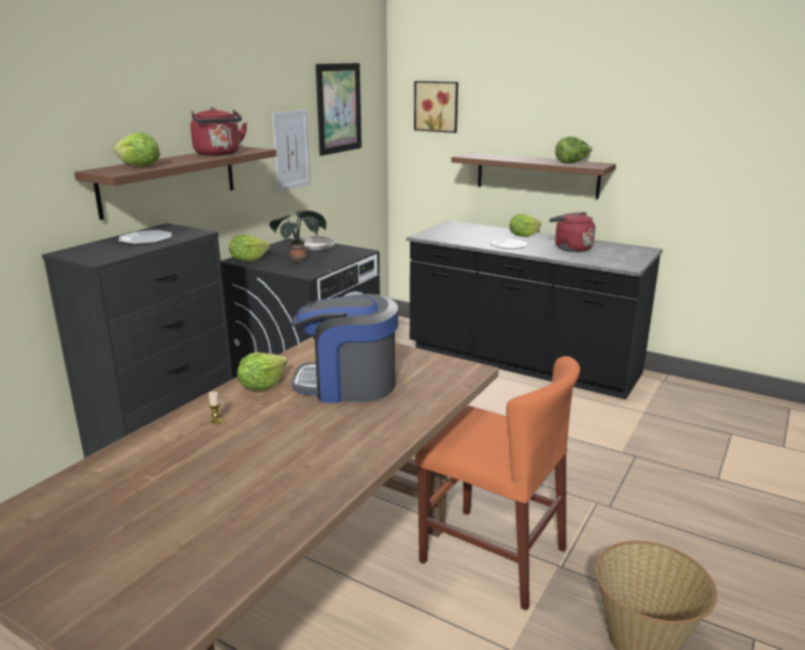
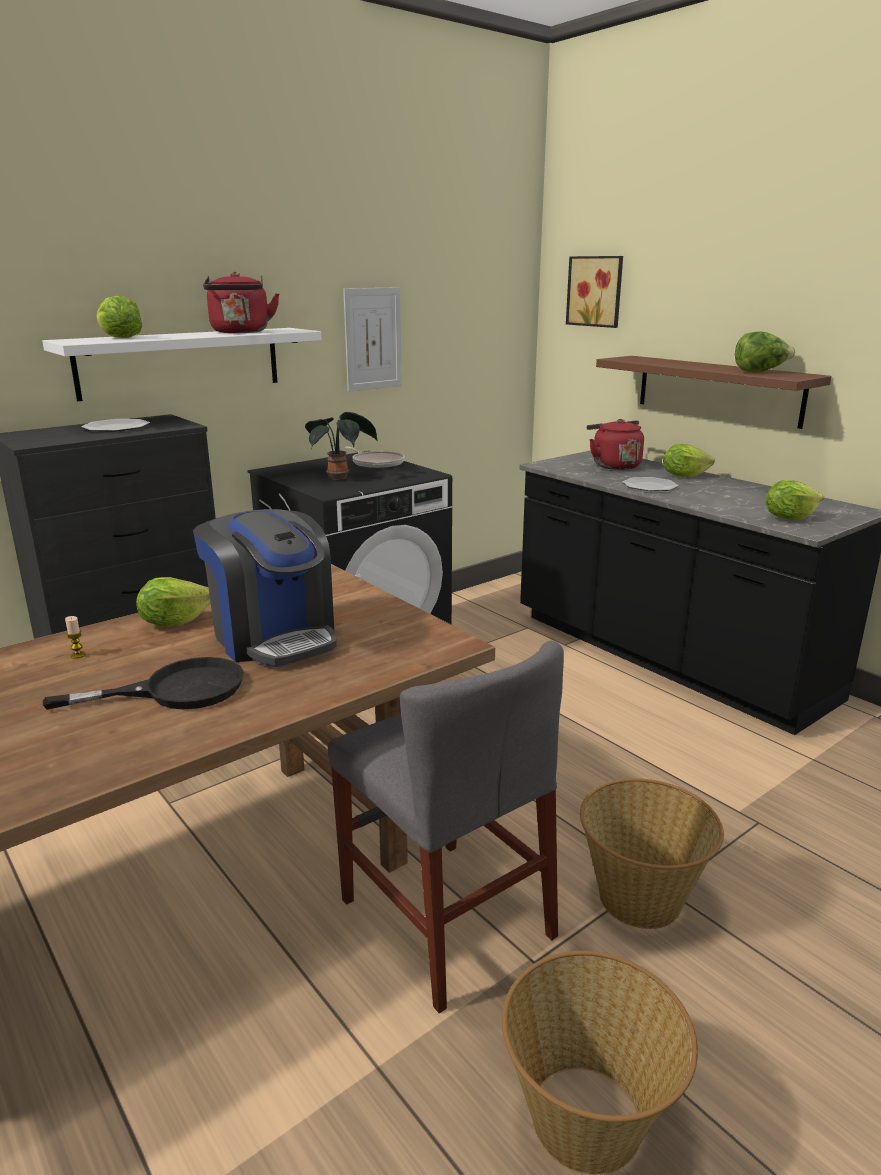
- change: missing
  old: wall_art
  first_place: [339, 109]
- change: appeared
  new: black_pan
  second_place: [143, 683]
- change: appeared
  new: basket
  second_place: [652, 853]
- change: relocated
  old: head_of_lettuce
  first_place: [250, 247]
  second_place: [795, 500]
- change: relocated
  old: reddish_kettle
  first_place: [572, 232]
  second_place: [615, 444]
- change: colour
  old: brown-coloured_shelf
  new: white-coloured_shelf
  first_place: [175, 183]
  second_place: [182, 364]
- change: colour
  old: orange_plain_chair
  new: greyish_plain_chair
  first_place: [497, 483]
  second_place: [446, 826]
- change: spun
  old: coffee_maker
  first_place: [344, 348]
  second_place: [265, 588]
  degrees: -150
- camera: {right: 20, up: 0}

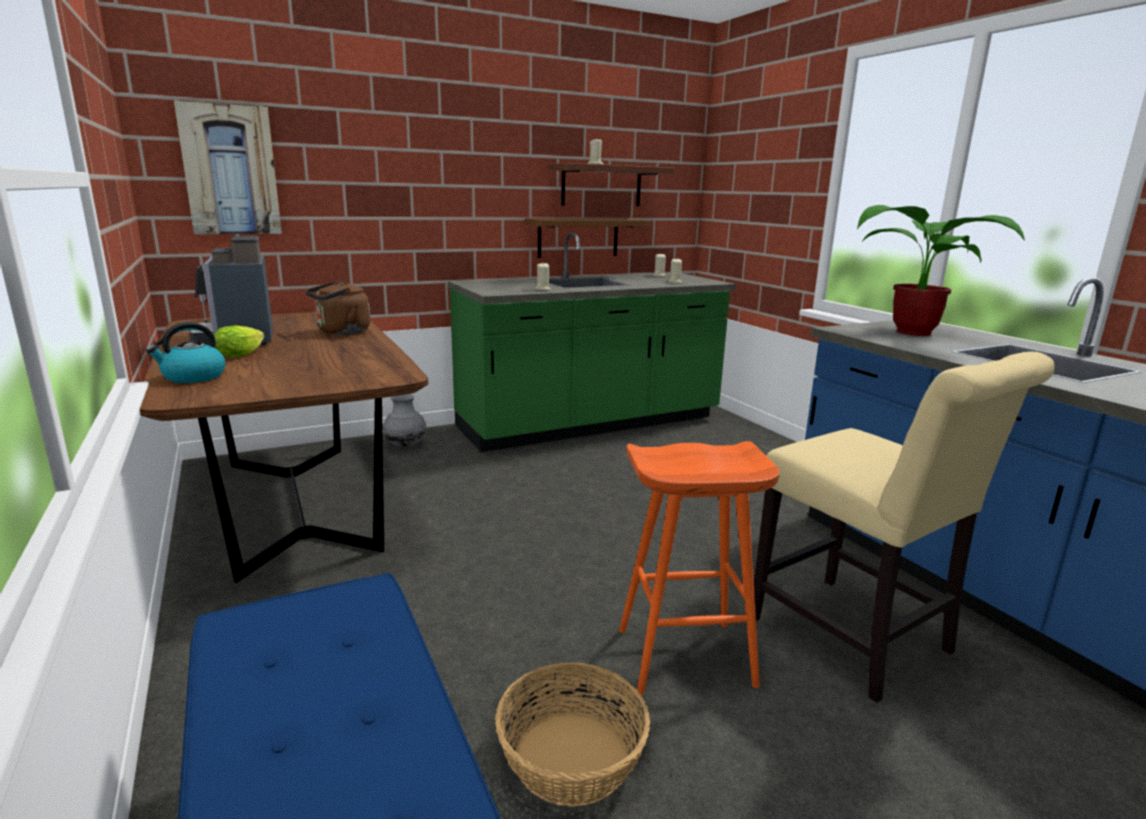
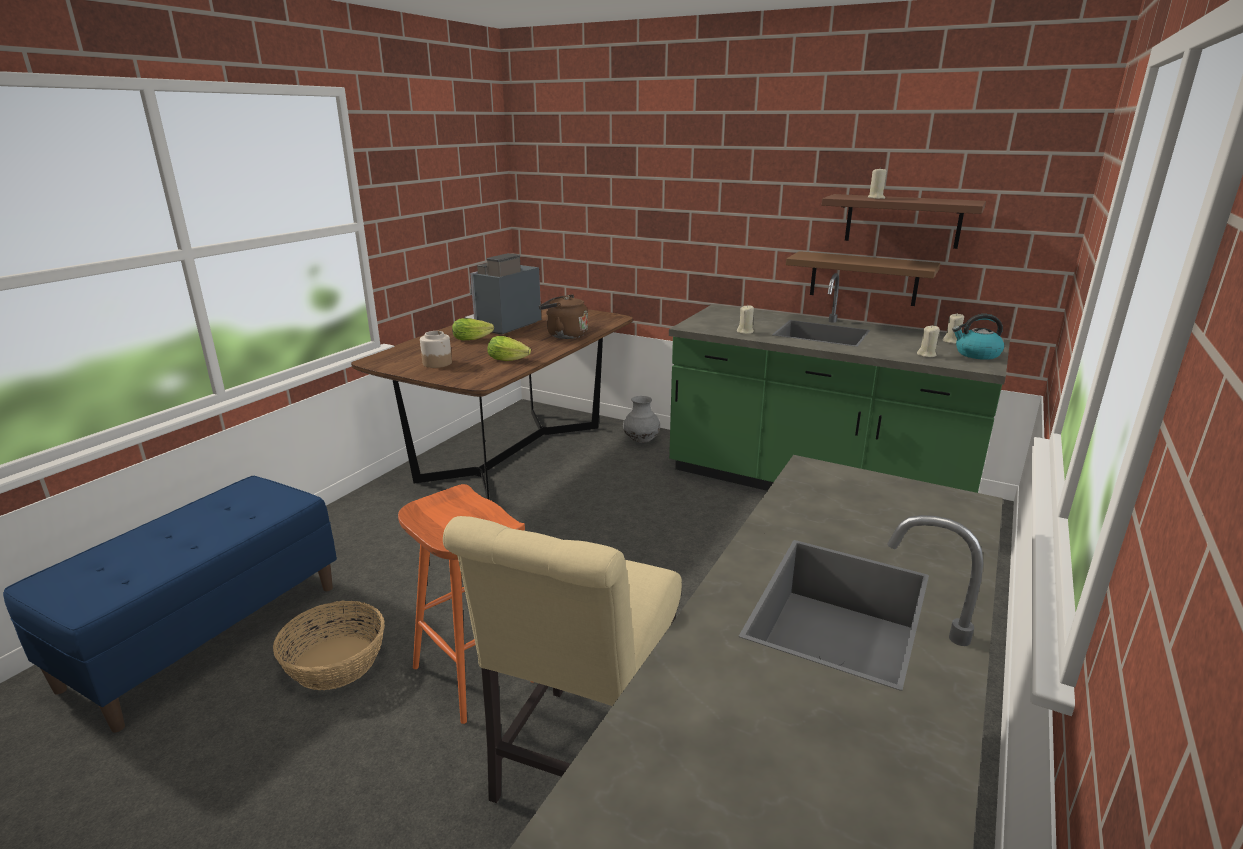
- change: missing
  old: wall_art
  first_place: [228, 167]
- change: missing
  old: plant_in_a_pot
  first_place: [941, 270]
- change: appeared
  new: storage_jar
  second_place: [436, 349]
- change: appeared
  new: head_of_lettuce
  second_place: [509, 348]
- change: relocated
  old: kettle
  first_place: [185, 352]
  second_place: [978, 337]
- camera: {right: 55, up: 5}

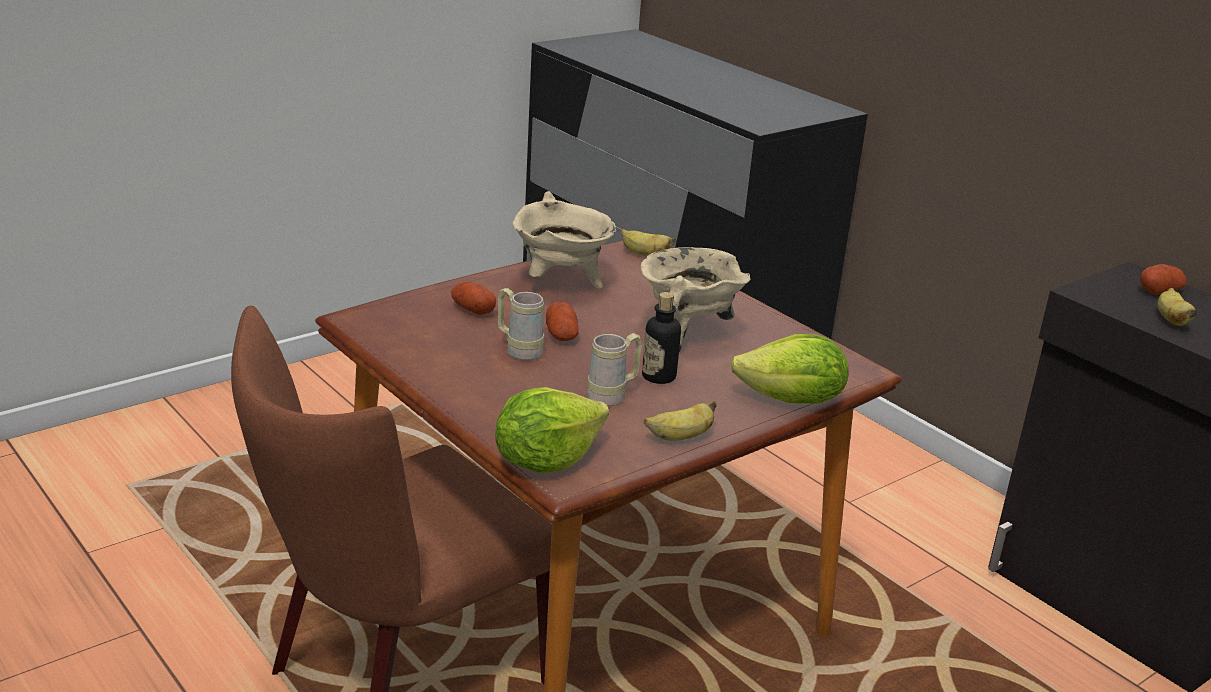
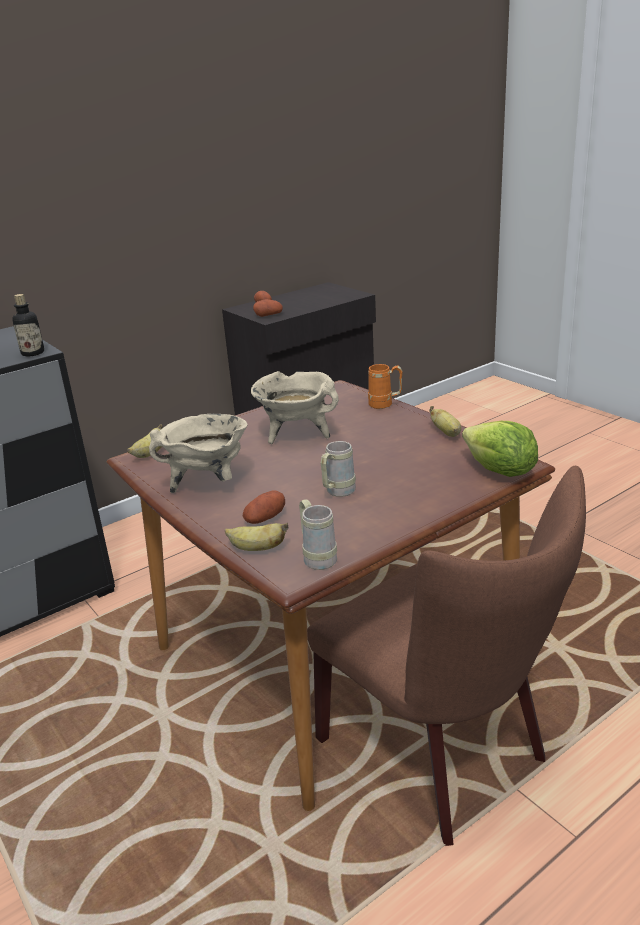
- change: relocated
  old: whole_potato
  first_place: [562, 321]
  second_place: [268, 308]
- change: relocated
  old: sand-coloured_tea_mug
  first_place: [614, 369]
  second_place: [318, 534]
- change: relocated
  old: bottle
  first_place: [661, 338]
  second_place: [28, 325]
- change: relocated
  old: whole_banana
  first_place: [1177, 307]
  second_place: [256, 537]
- change: exchanged
  old: head_of_lettuce
  new: orange_tea_mug
  first_place: [790, 369]
  second_place: [385, 386]
- camera: {right: -85, up: 0}

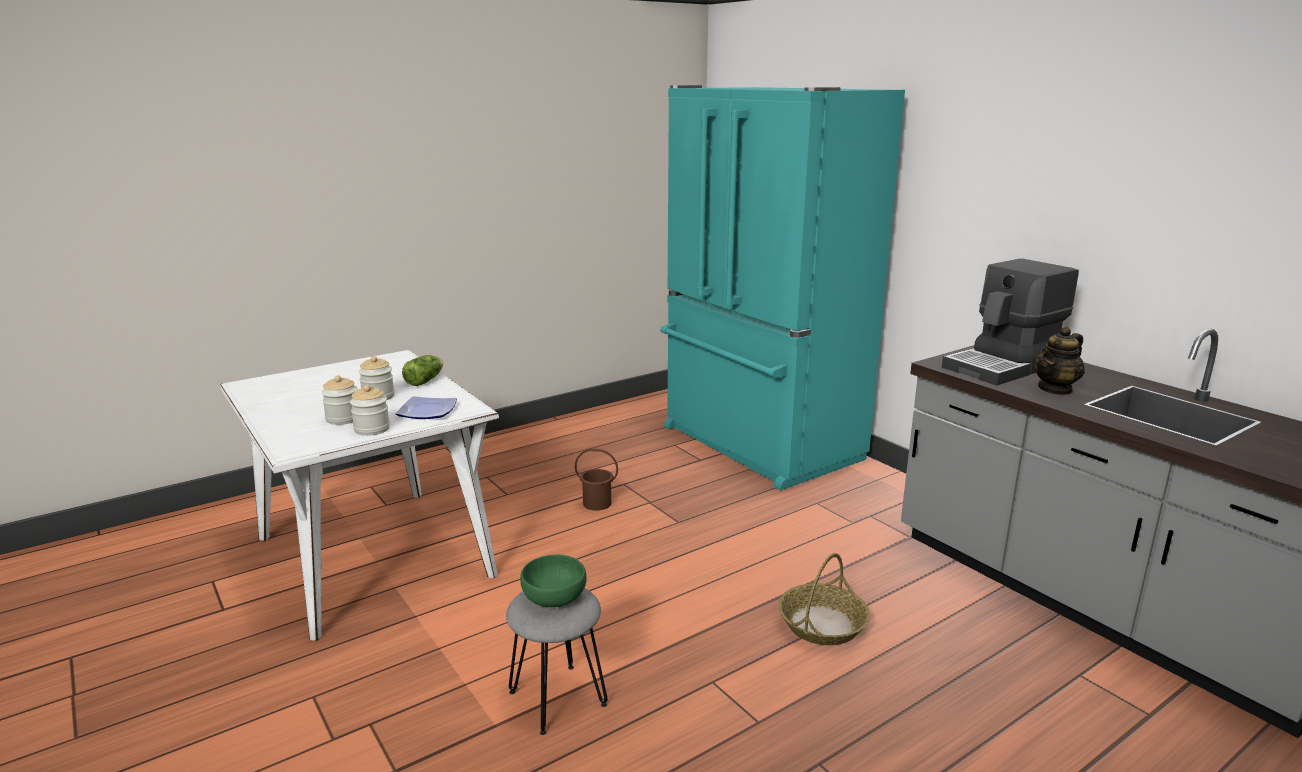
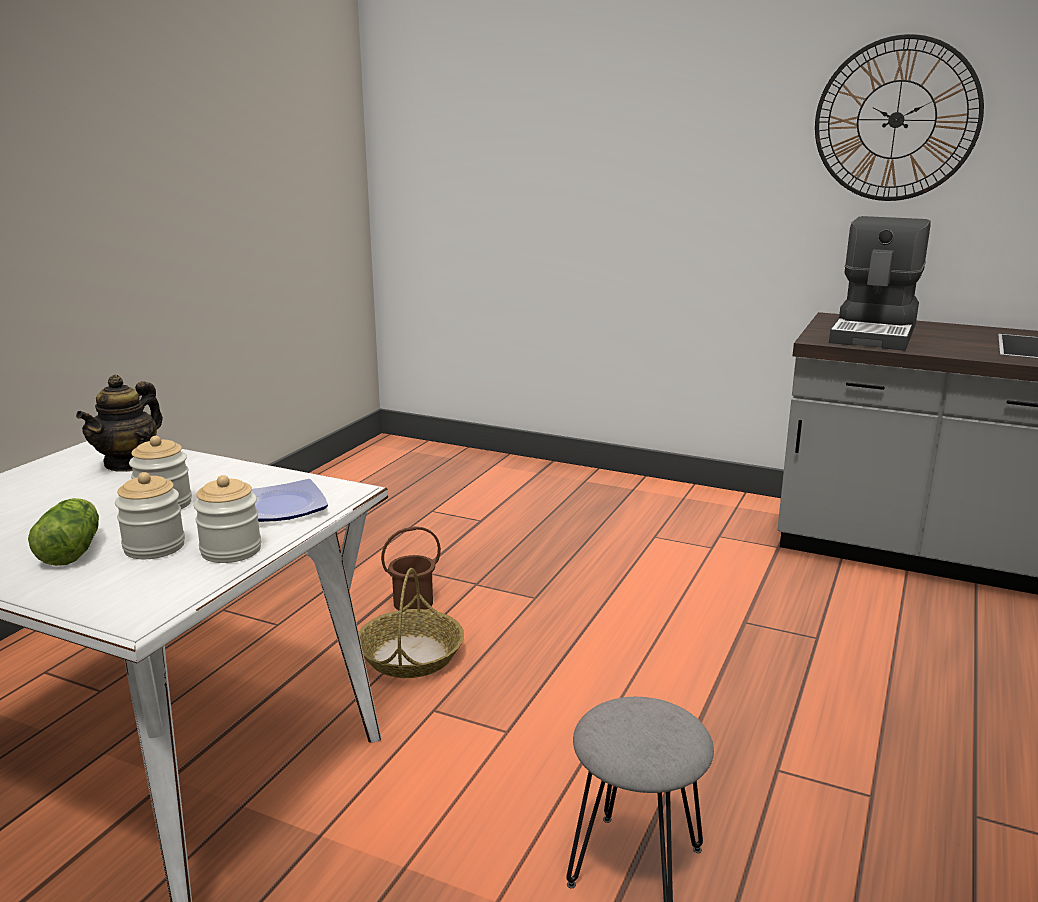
- change: missing
  old: green-coloured_deep_dish
  first_place: [553, 581]
- change: missing
  old: turquoise-coloured_refrigerator
  first_place: [782, 287]
- change: appeared
  new: wall_clock
  second_place: [899, 117]
- change: relocated
  old: head_of_lettuce
  first_place: [422, 370]
  second_place: [63, 532]
- change: relocated
  old: basket
  first_place: [824, 599]
  second_place: [411, 623]
- change: relocated
  old: tea_pot
  first_place: [1059, 360]
  second_place: [119, 423]
- camera: {right: -30, up: 0}

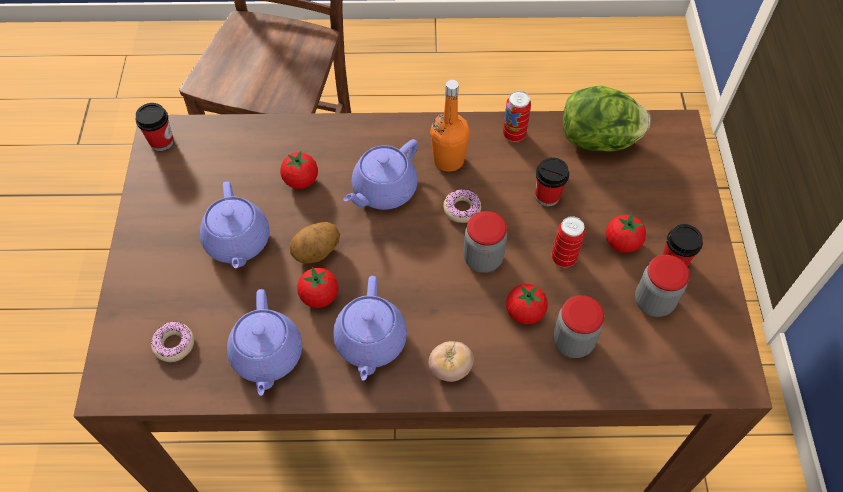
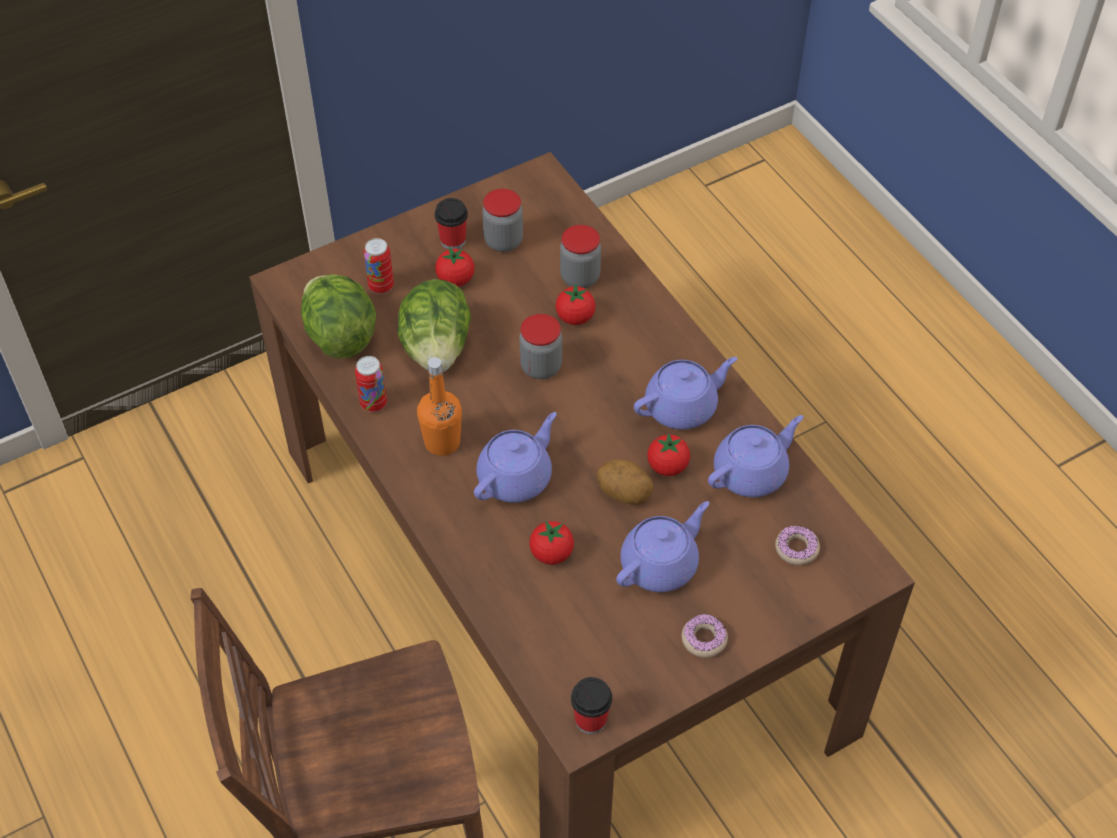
- change: missing
  old: tomato
  first_place: [451, 361]
- change: relocated
  old: doughnut
  first_place: [462, 206]
  second_place: [705, 636]
- change: relocated
  old: can
  first_place: [568, 241]
  second_place: [379, 266]
- change: exchanged
  old: drinking_cup
  new: head_of_lettuce
  first_place: [552, 181]
  second_place: [434, 325]
- change: spun
  old: purplish_tea_pot
  first_place: [380, 174]
  second_place: [515, 457]
  degrees: -60
- camera: {right: -120, up: -5}

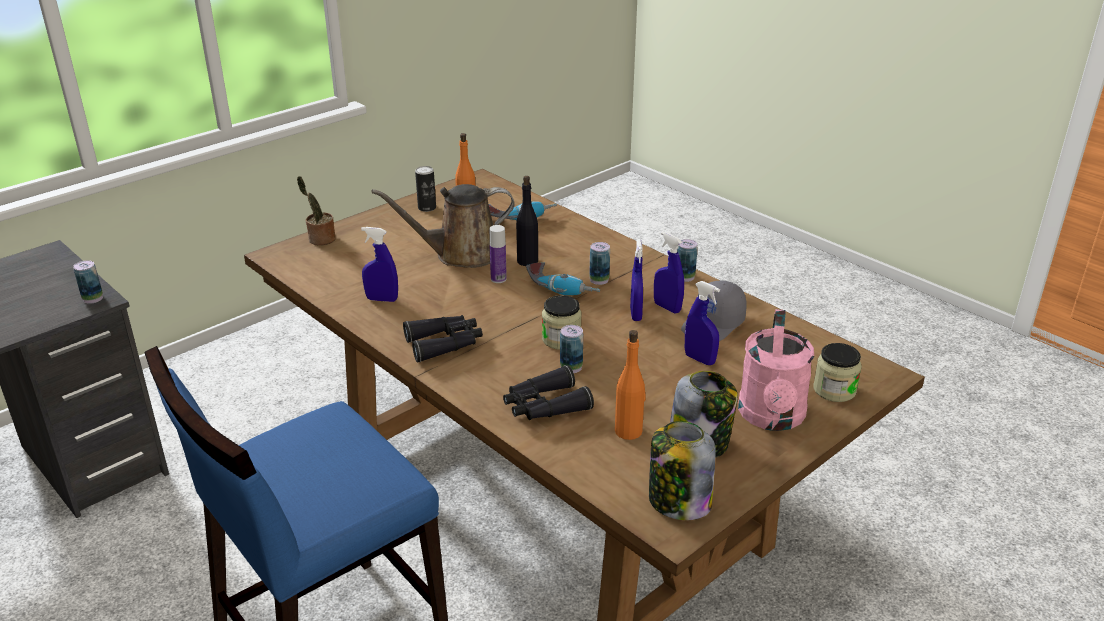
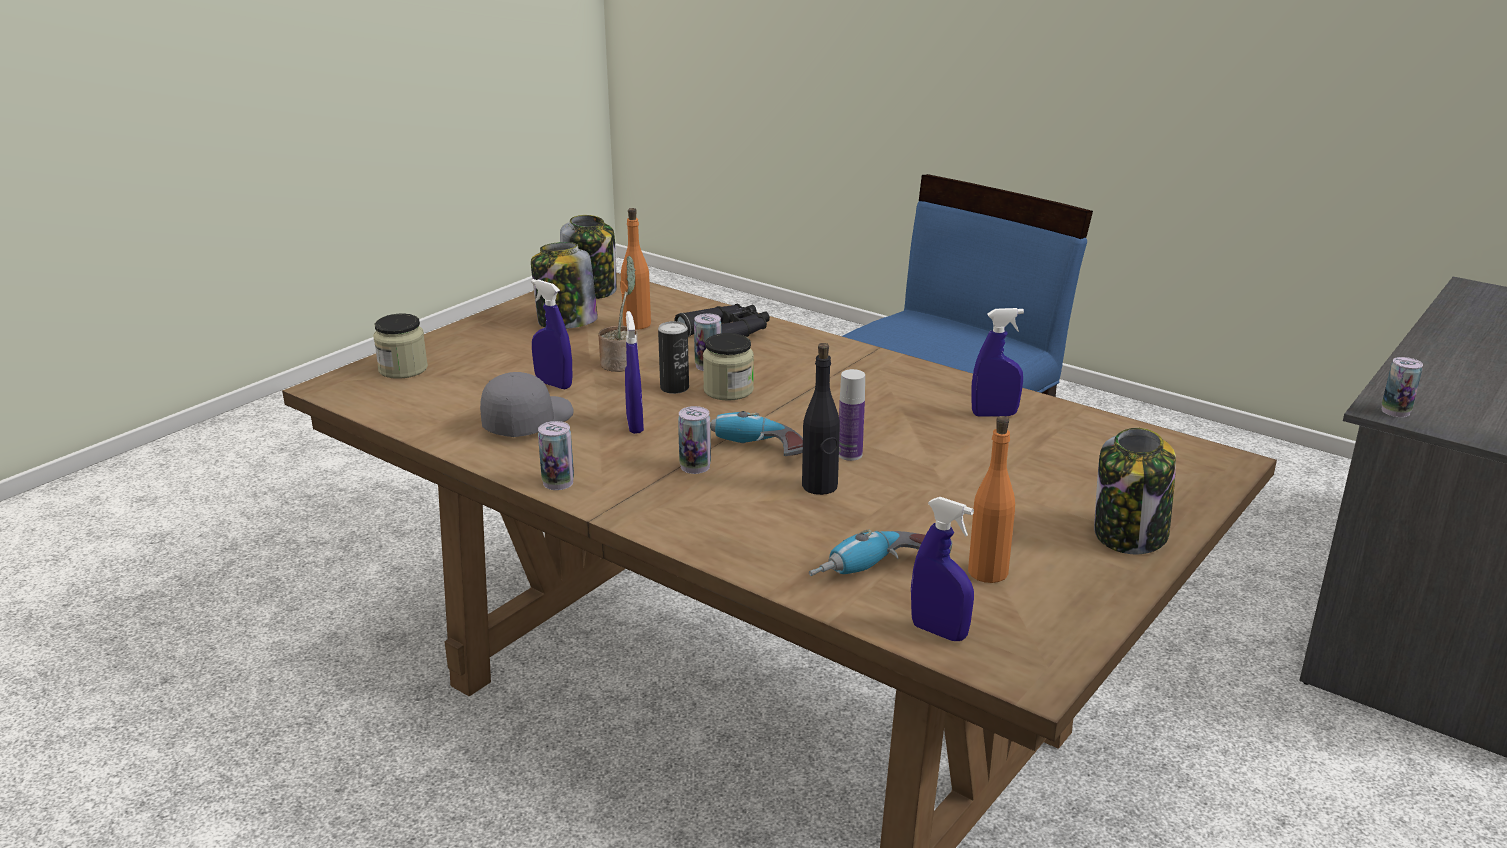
- change: missing
  old: brown-coloured_sprinkling_can
  first_place: [443, 226]
- change: missing
  old: black_field_glasses
  first_place: [443, 338]
- change: missing
  old: pinkish_sprinkling_can
  first_place: [776, 370]
- change: appeared
  new: storage_jar
  second_place: [1135, 491]
- change: relocated
  old: plant_in_a_pot
  first_place: [316, 210]
  second_place: [618, 314]
- change: relocated
  old: can
  first_place: [425, 189]
  second_place: [673, 357]
- change: relocated
  old: blue-coloured_spray_bottle
  first_place: [669, 272]
  second_place: [942, 569]
- camera: {right: 170, up: -5}

